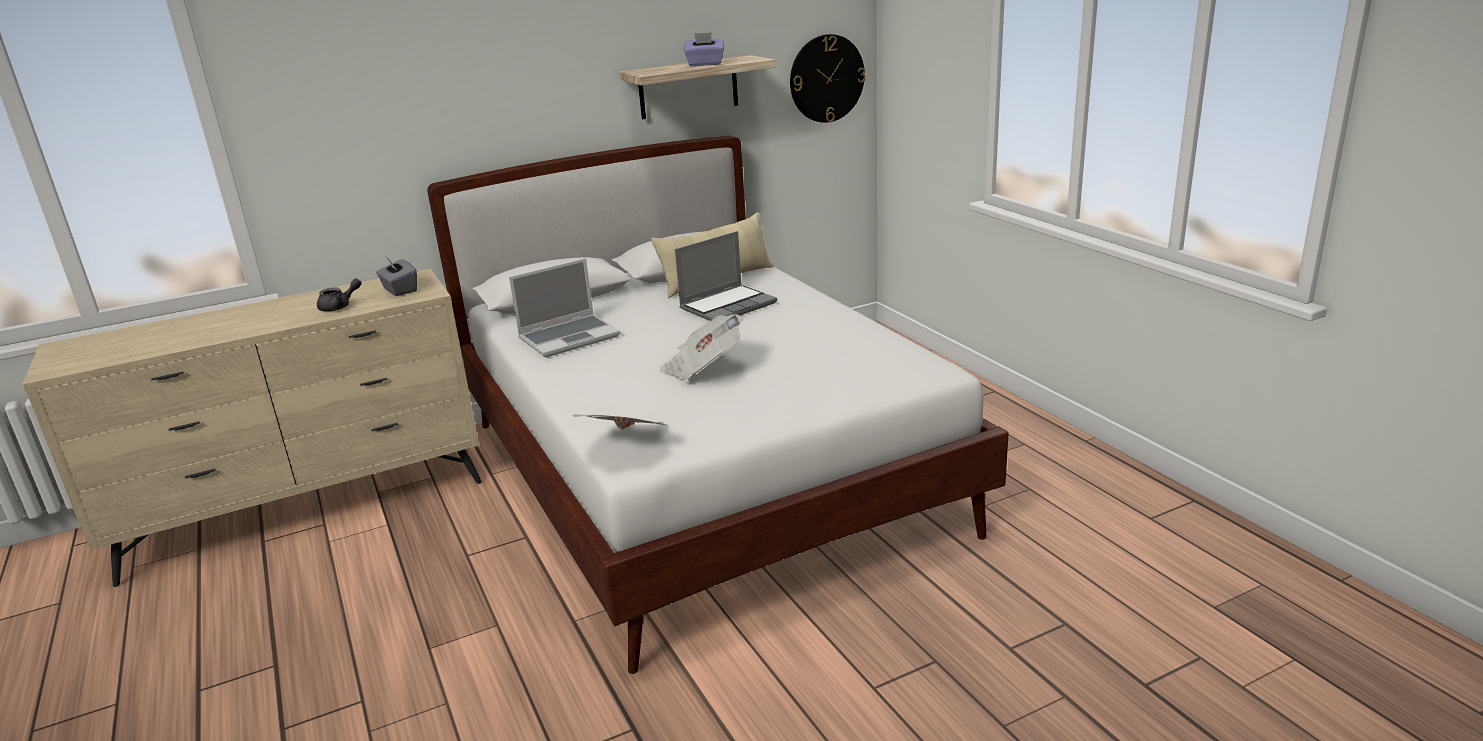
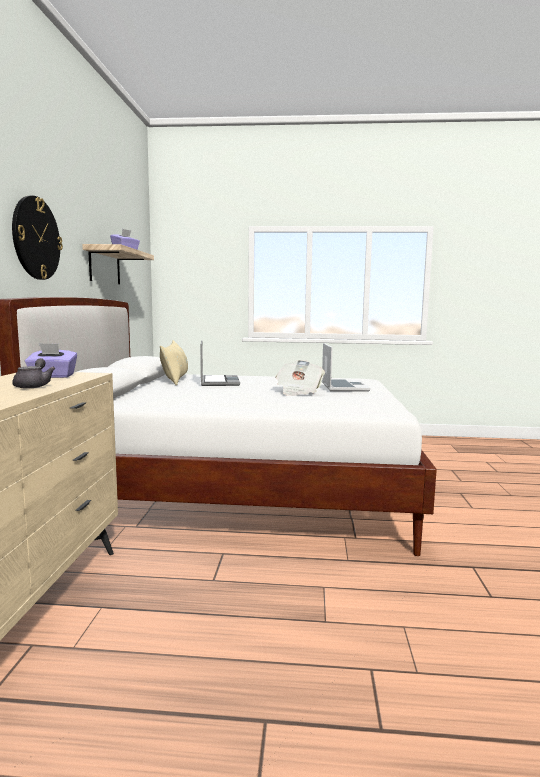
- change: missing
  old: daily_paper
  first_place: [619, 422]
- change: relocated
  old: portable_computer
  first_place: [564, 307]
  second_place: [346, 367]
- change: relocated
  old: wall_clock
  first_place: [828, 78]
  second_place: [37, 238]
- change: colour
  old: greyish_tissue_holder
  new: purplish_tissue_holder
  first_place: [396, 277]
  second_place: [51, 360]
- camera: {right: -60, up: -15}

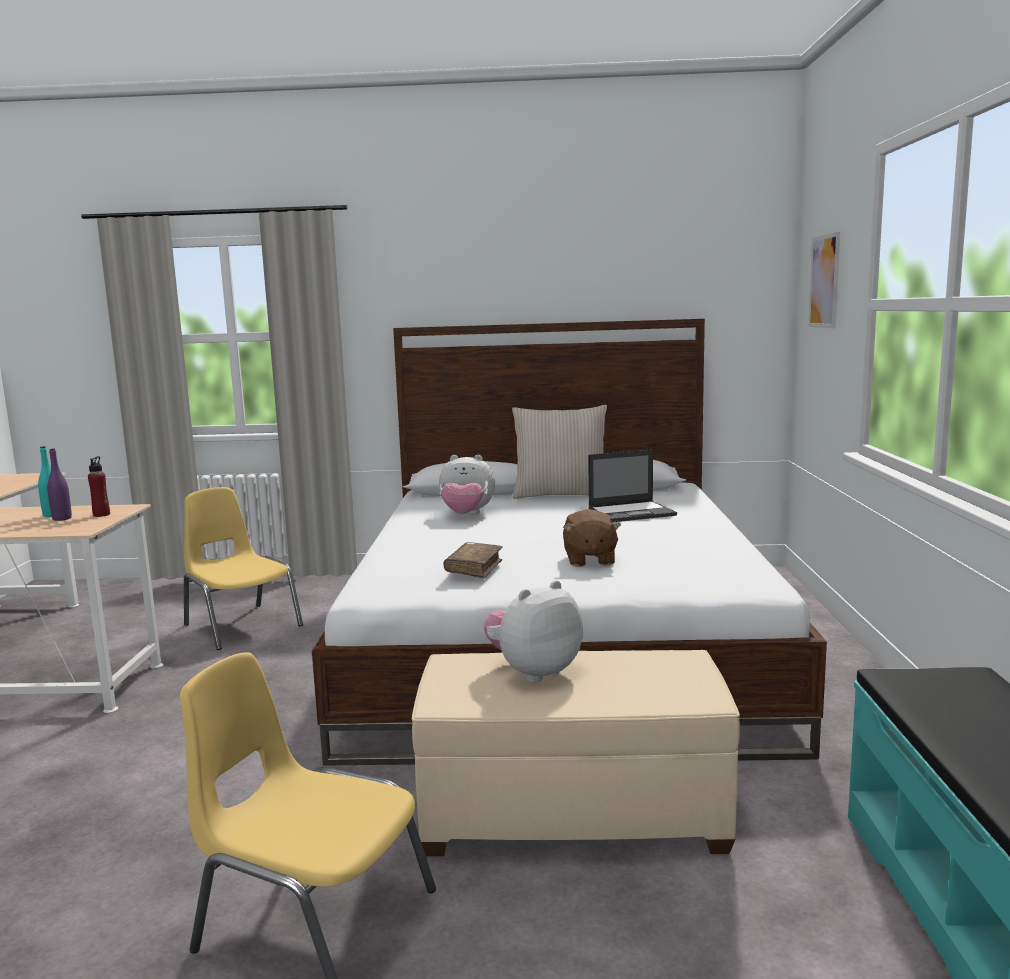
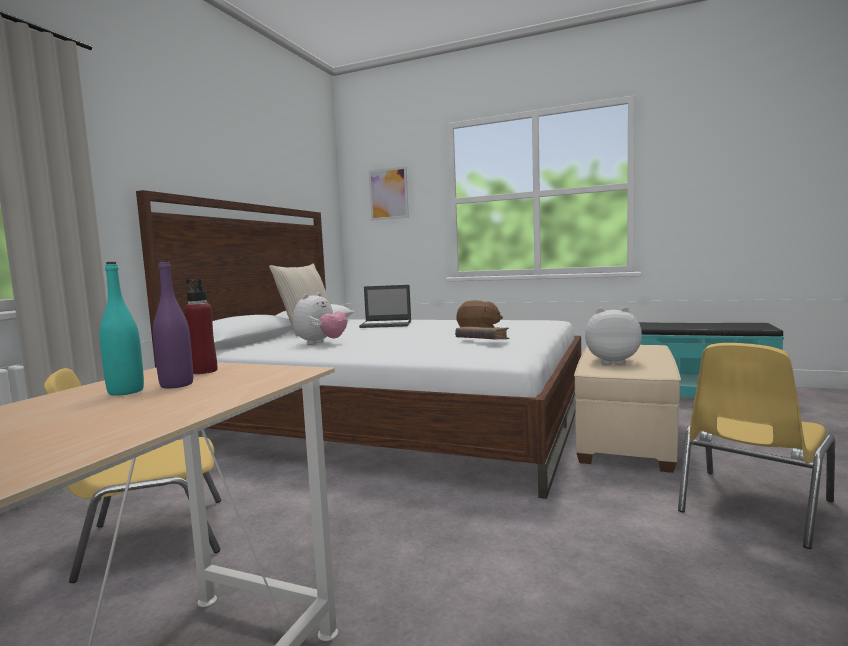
- change: spun
  old: soft_toy
  first_place: [533, 631]
  second_place: [613, 336]
  degrees: 120
- change: spun
  old: portable_computer
  first_place: [632, 485]
  second_place: [385, 306]
  degrees: 90
- camera: {right: -70, up: -5}

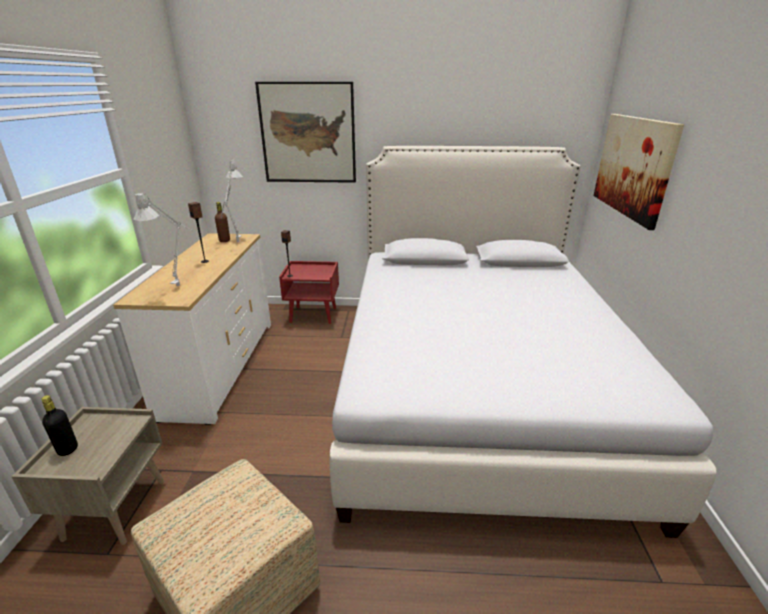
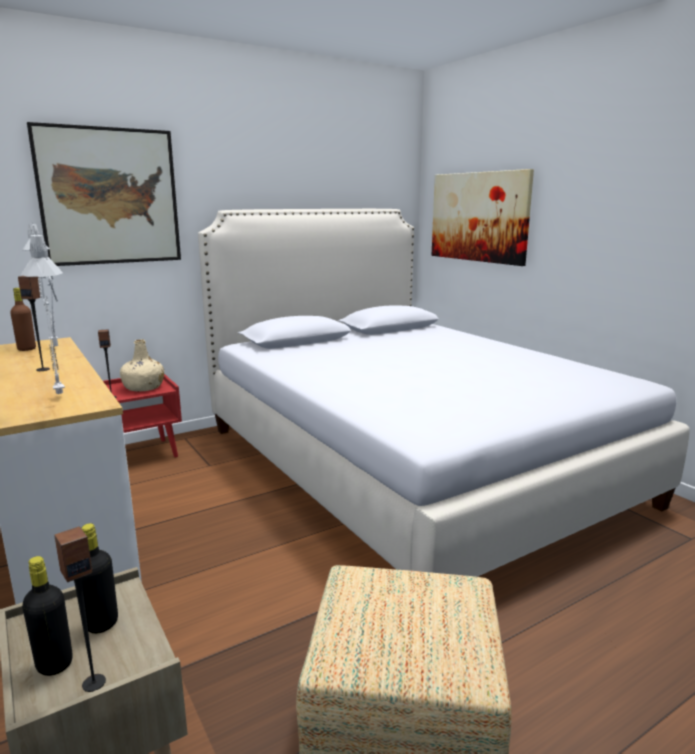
- change: appeared
  new: speaker
  second_place: [80, 609]
- change: appeared
  new: black_bottle
  second_place: [99, 578]
- change: appeared
  new: sand-coloured_bottle
  second_place: [142, 365]
- camera: {right: -35, up: -10}

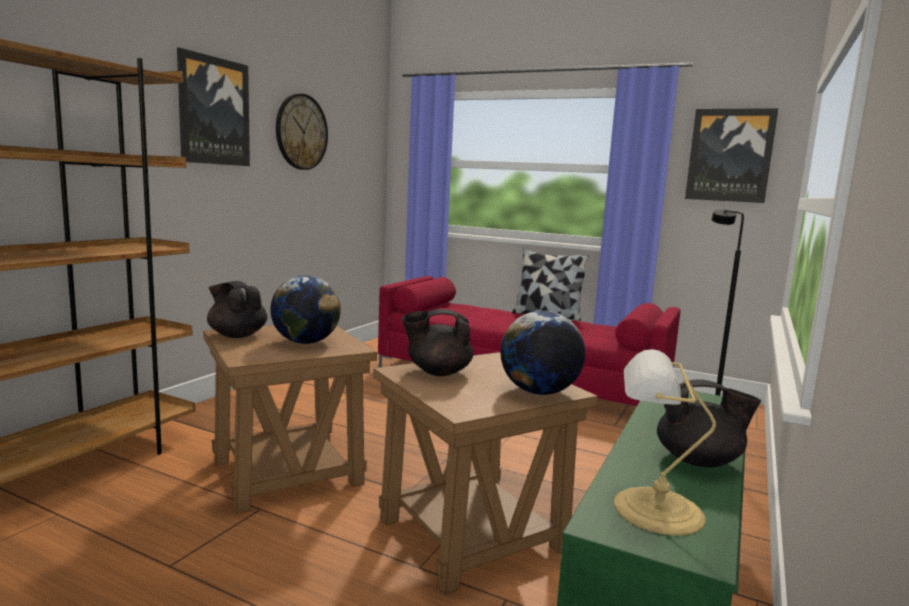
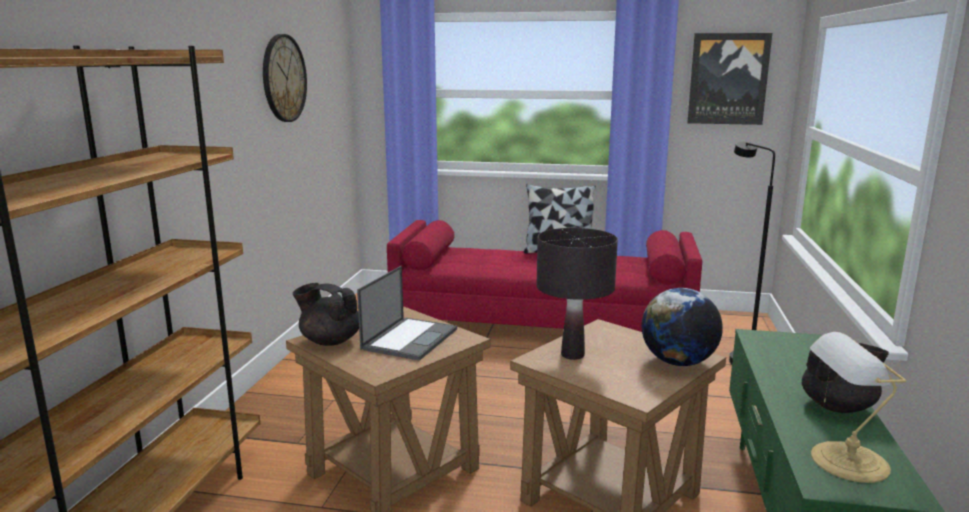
- change: missing
  old: wall_art
  first_place: [213, 107]
- change: exchanged
  old: desk_globe
  new: portable_computer
  first_place: [305, 310]
  second_place: [407, 313]
- change: exchanged
  old: black_tea_pot
  new: black_table_lamp
  first_place: [437, 342]
  second_place: [577, 294]
- camera: {right: -15, up: 5}

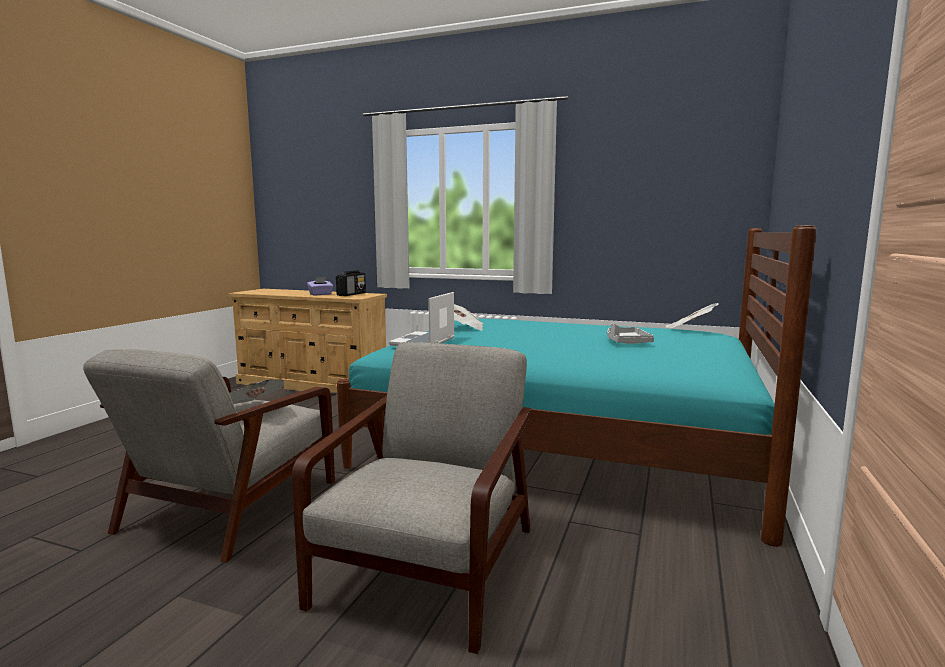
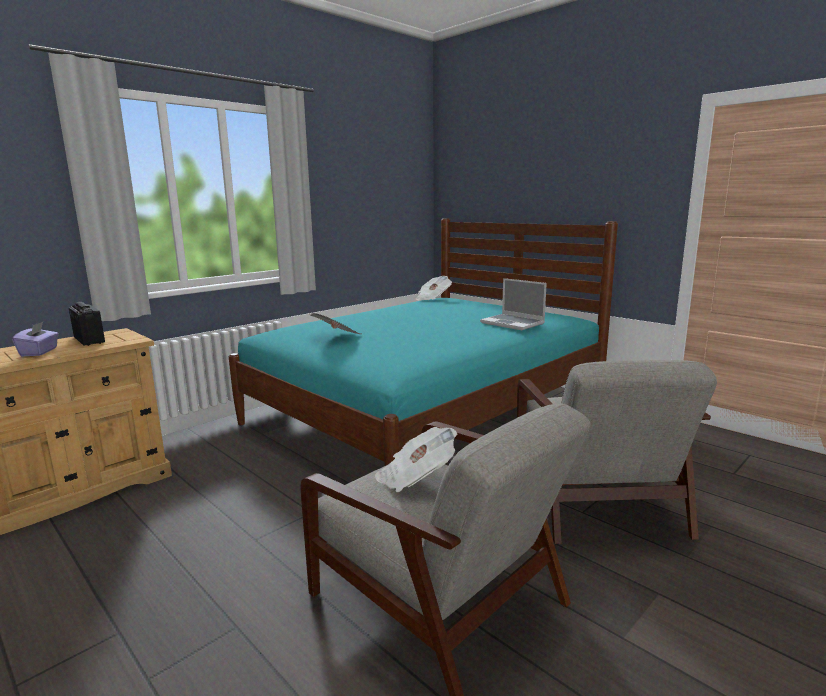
- change: missing
  old: greyish_tray
  first_place: [630, 334]
- change: relocated
  old: portable_computer
  first_place: [422, 319]
  second_place: [513, 304]
- change: spun
  old: greyish_armchair
  first_place: [412, 498]
  second_place: [617, 452]
  degrees: -135
- camera: {right: -65, up: 5}

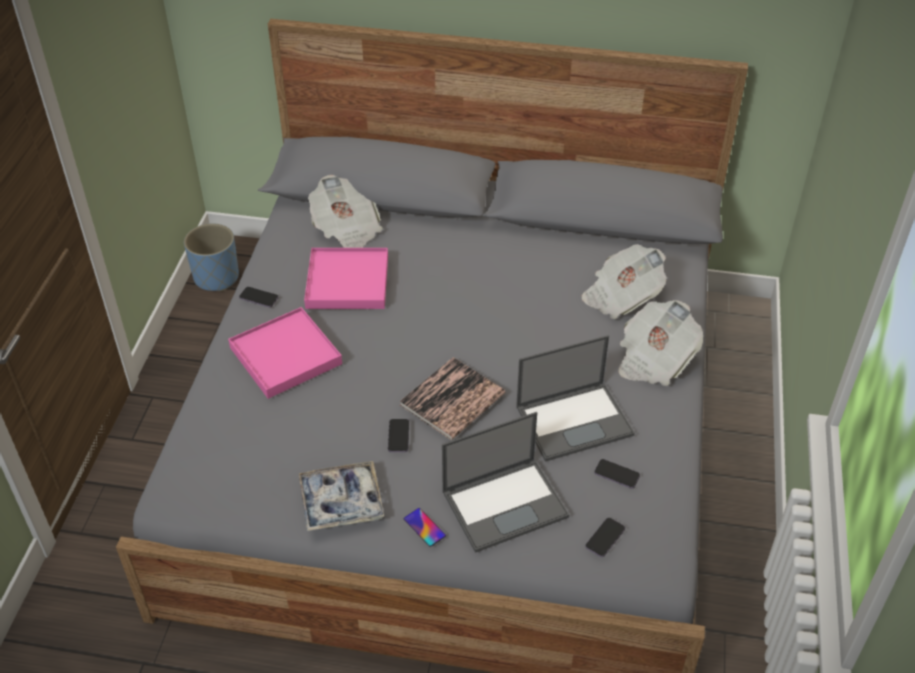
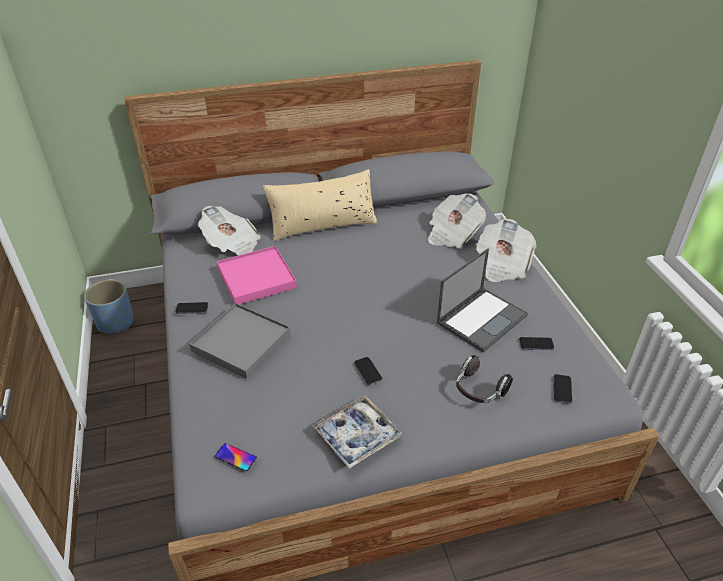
- change: missing
  old: volume
  first_place: [452, 398]
- change: appeared
  new: sand-coloured_pillow
  second_place: [320, 205]
- change: relocated
  old: telephone
  first_place: [424, 527]
  second_place: [235, 457]
- change: exchanged
  old: portable_computer
  new: headset
  first_place: [505, 482]
  second_place: [484, 379]
- change: colour
  old: pinkish_tray
  new: greyish_tray
  first_place: [285, 353]
  second_place: [240, 341]
- camera: {right: -25, up: -5}

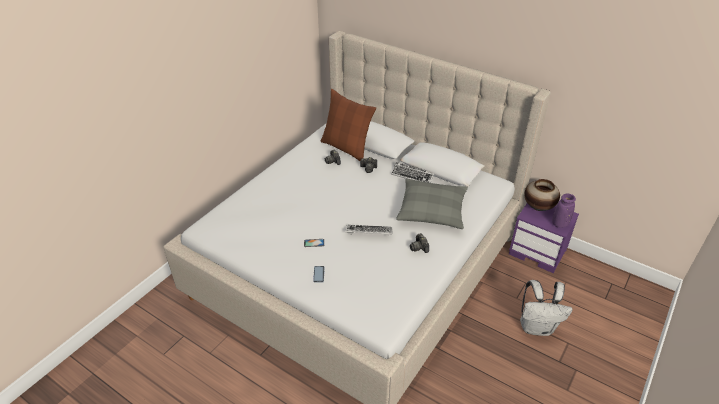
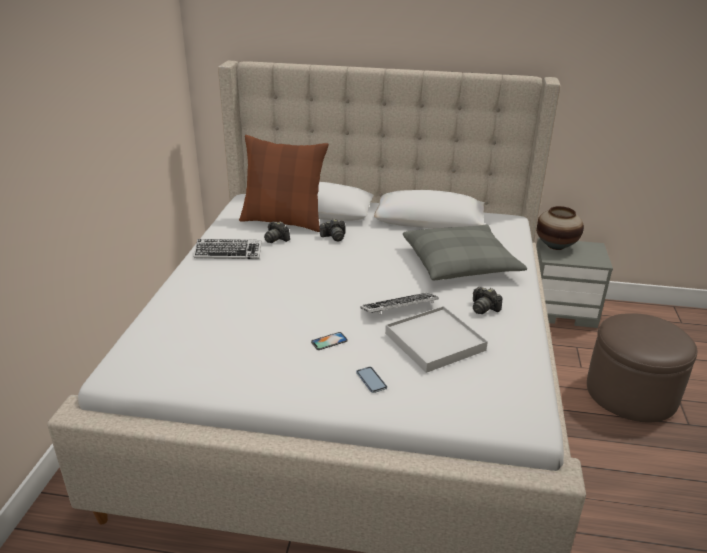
- change: missing
  old: purplish_flower_vase
  first_place: [564, 210]
- change: appeared
  new: white-coloured_tray
  second_place: [436, 339]
- change: relocated
  old: PC_keyboard
  first_place: [412, 172]
  second_place: [228, 249]
- change: exchanged
  old: white-coloured_backpack
  new: brown-coloured_ottoman
  first_place: [546, 308]
  second_place: [642, 367]
- change: colour
  old: purplish_bedside_table
  new: greyish_bedside_table
  first_place: [544, 238]
  second_place: [574, 283]
- camera: {right: -25, up: -10}

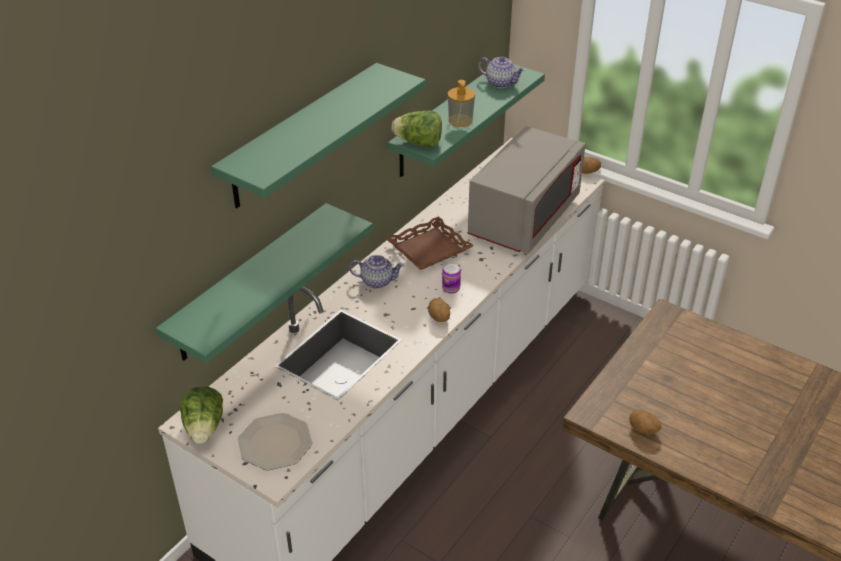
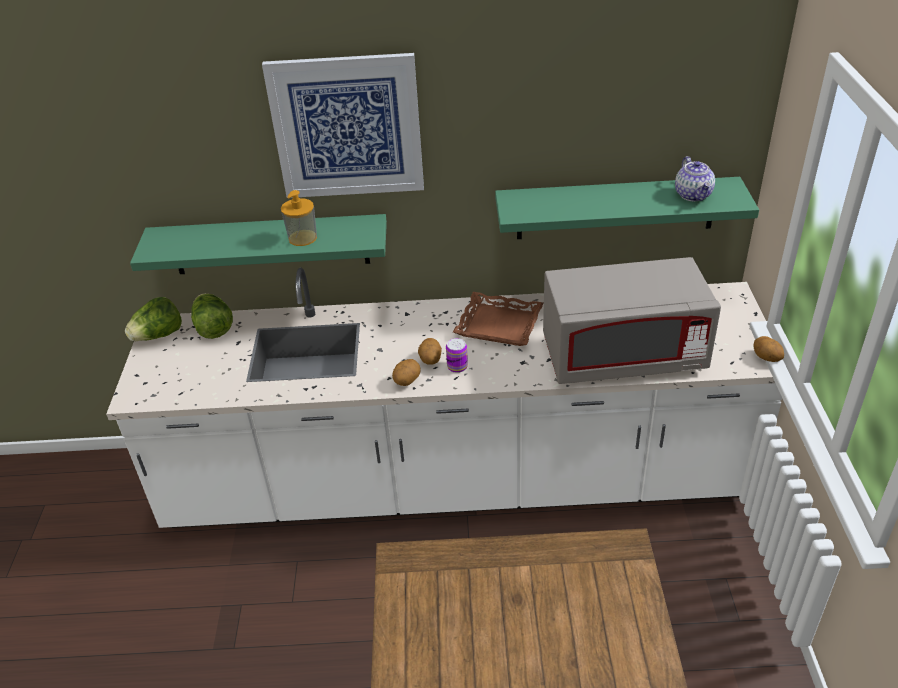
- change: missing
  old: dinner_plate
  first_place: [275, 441]
- change: missing
  old: tea_pot
  first_place: [377, 272]
- change: relocated
  old: head_of_lettuce
  first_place: [416, 128]
  second_place: [212, 316]
- change: relocated
  old: soap_dispenser
  first_place: [461, 103]
  second_place: [299, 218]
- change: relocated
  old: whole_potato
  first_place: [645, 422]
  second_place: [430, 351]
- change: exchanged
  old: green-coloured_shelf
  new: wall_art
  first_place: [318, 135]
  second_place: [343, 125]
- camera: {right: 55, up: 0}

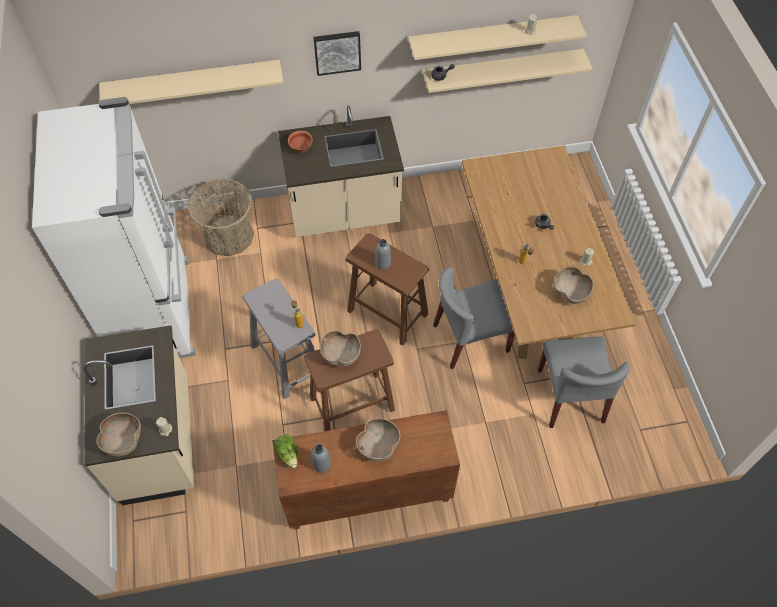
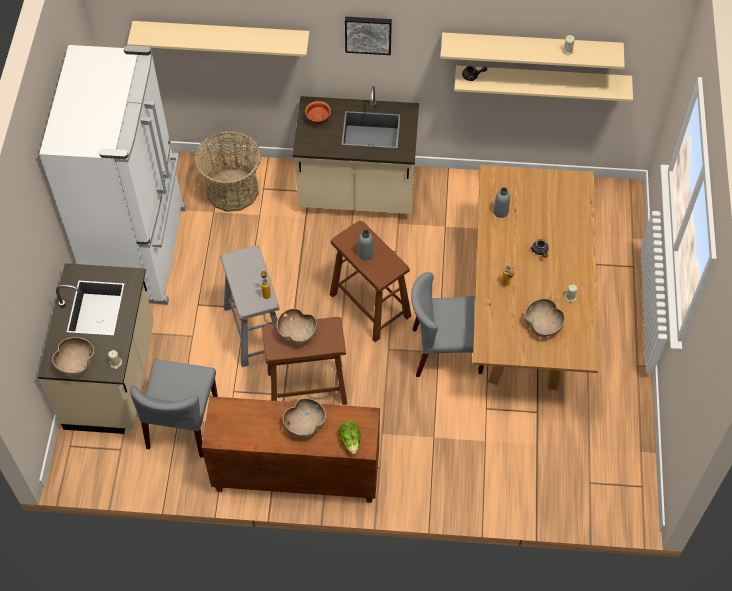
- change: relocated
  old: head_of_lettuce
  first_place: [286, 451]
  second_place: [350, 437]
- change: relocated
  old: greyish_bottle
  first_place: [321, 458]
  second_place: [501, 202]
- change: relocated
  old: greyish_plain_chair
  first_place: [584, 382]
  second_place: [174, 408]
- camera: {right: 15, up: 0}

